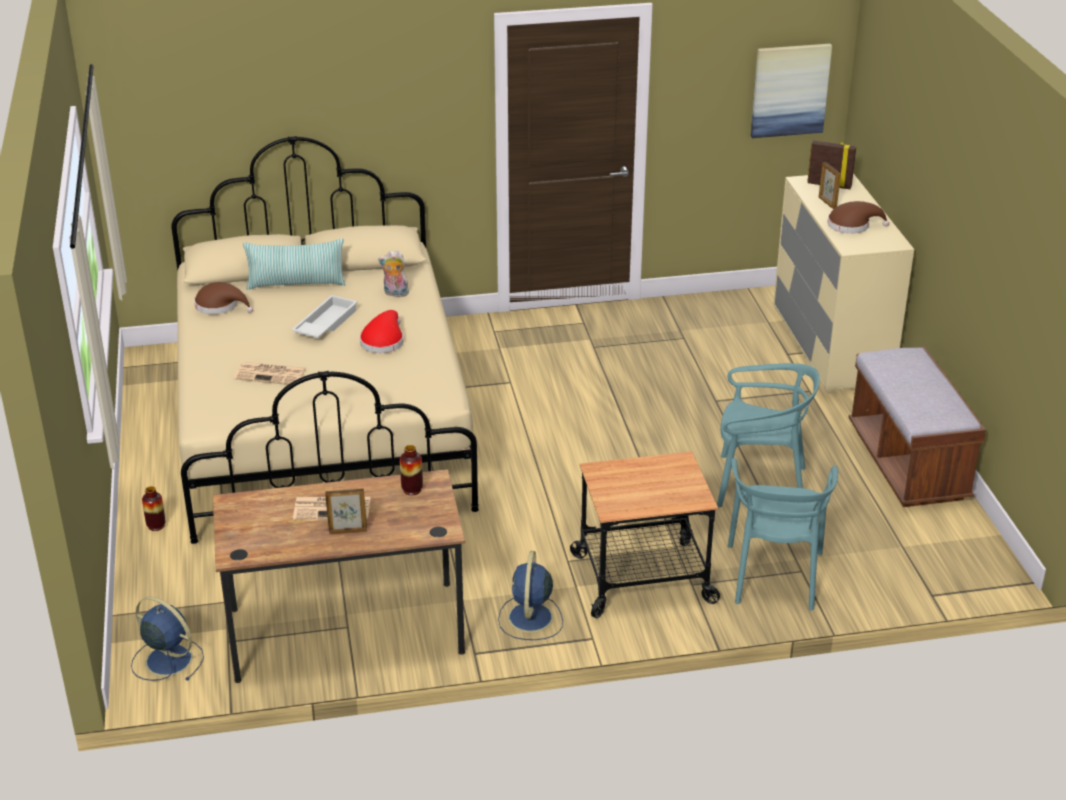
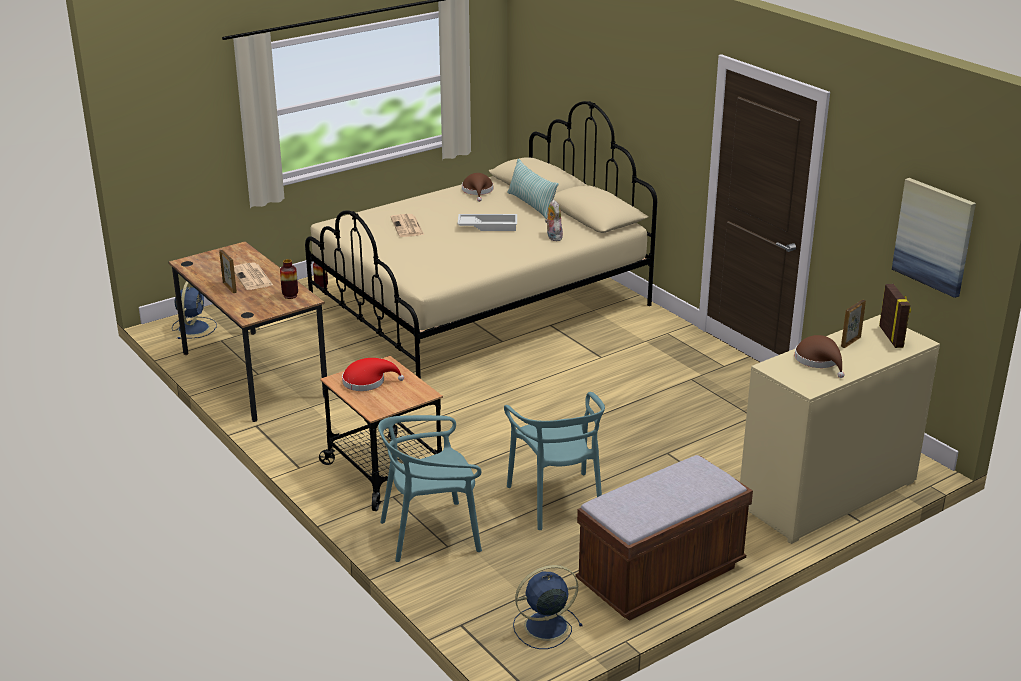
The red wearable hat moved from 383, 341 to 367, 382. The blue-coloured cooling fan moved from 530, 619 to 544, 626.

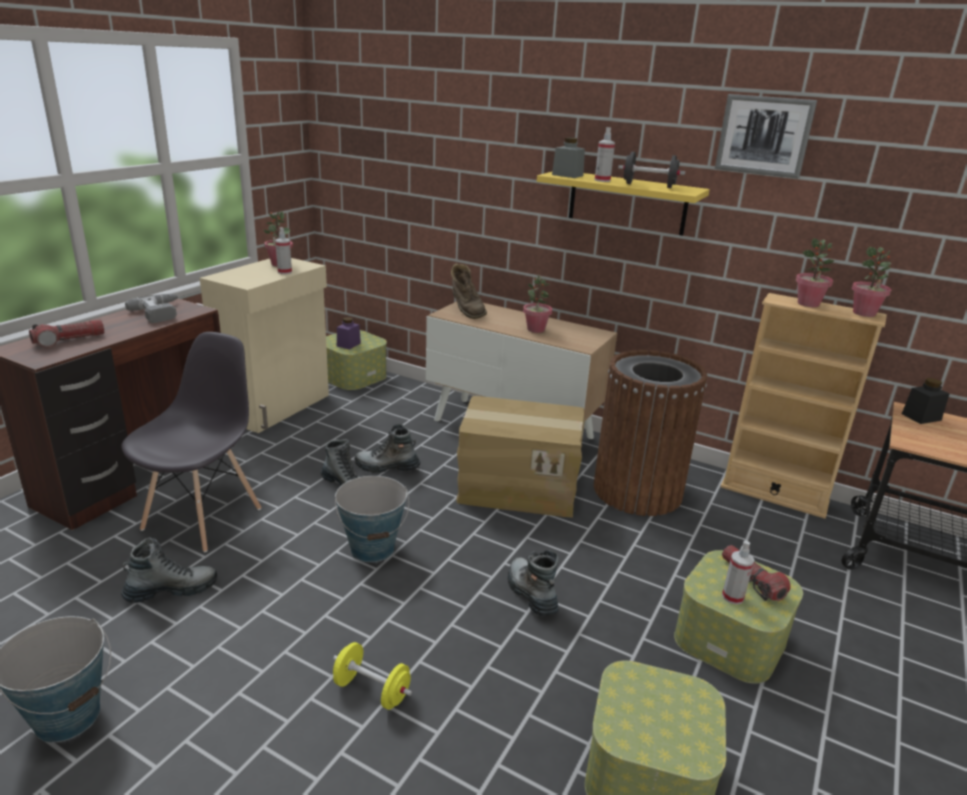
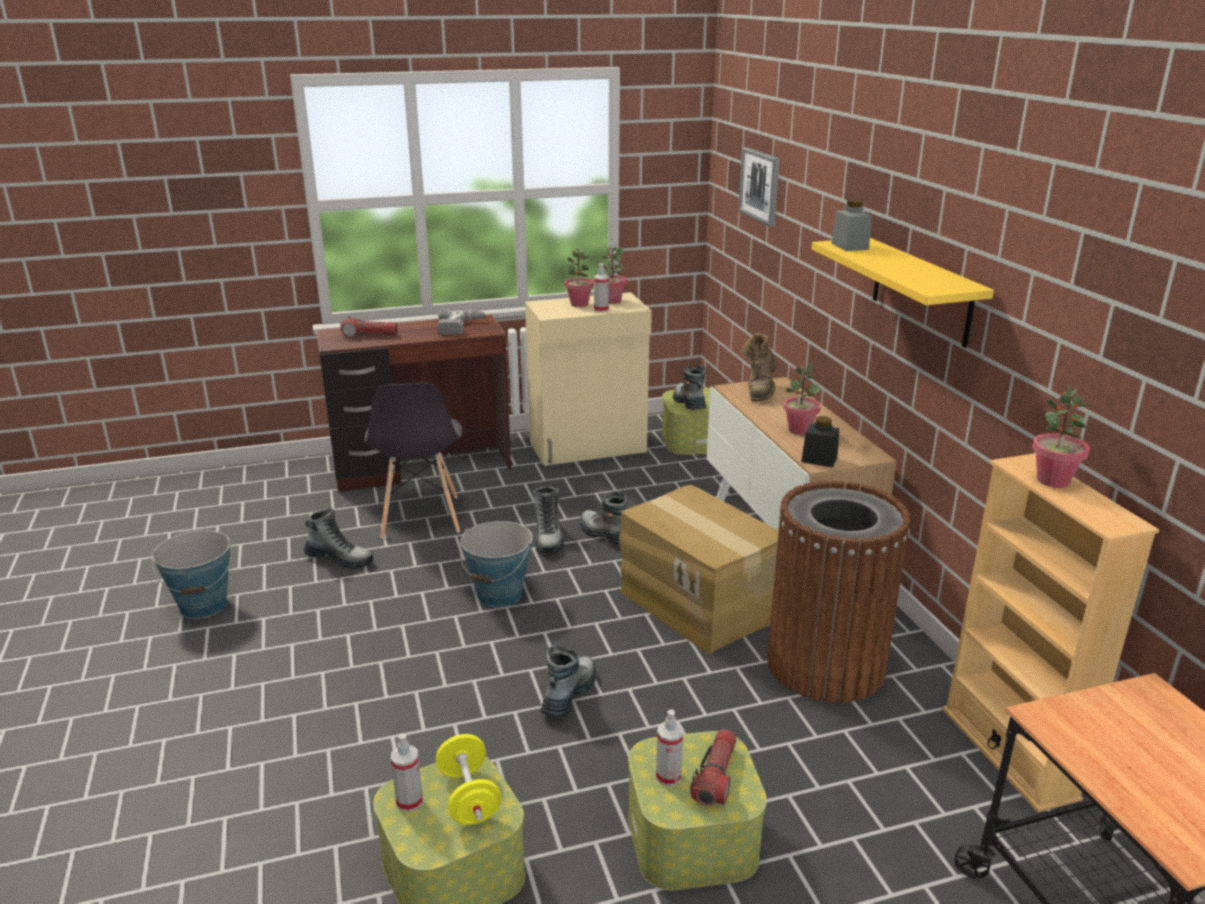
The blackish dumbbell at 649, 186 disappeared. The yellowish dumbbell moved from 372, 690 to 469, 797. The hand sprayer moved from 602, 180 to 409, 801. The wall picture moved from 764, 135 to 760, 186. The houseplant moved from 864, 313 to 579, 304. The blackish preserve jar moved from 921, 417 to 819, 459. The purple-coloured preserve jar at 348, 344 was replaced by the boot at 688, 403. The greyish upright chair at 203, 518 turned 105 degrees clockwise.

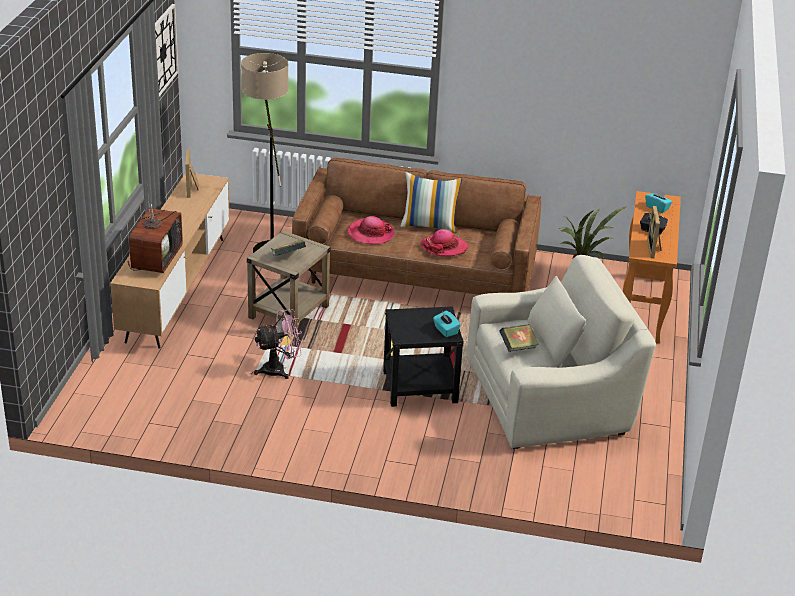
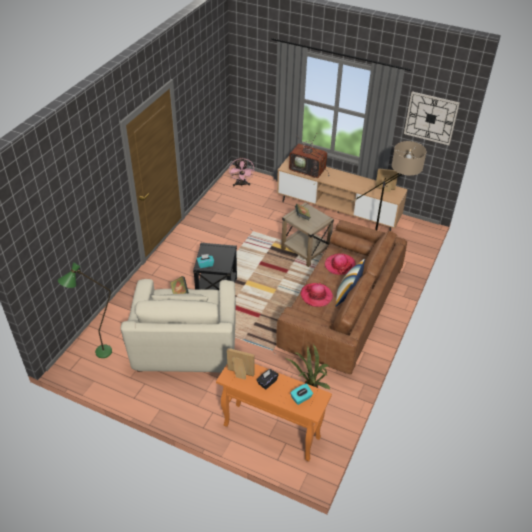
The green floor lamp at 98, 355 appeared. The pink-coloured cooling fan moved from 279, 369 to 241, 184.

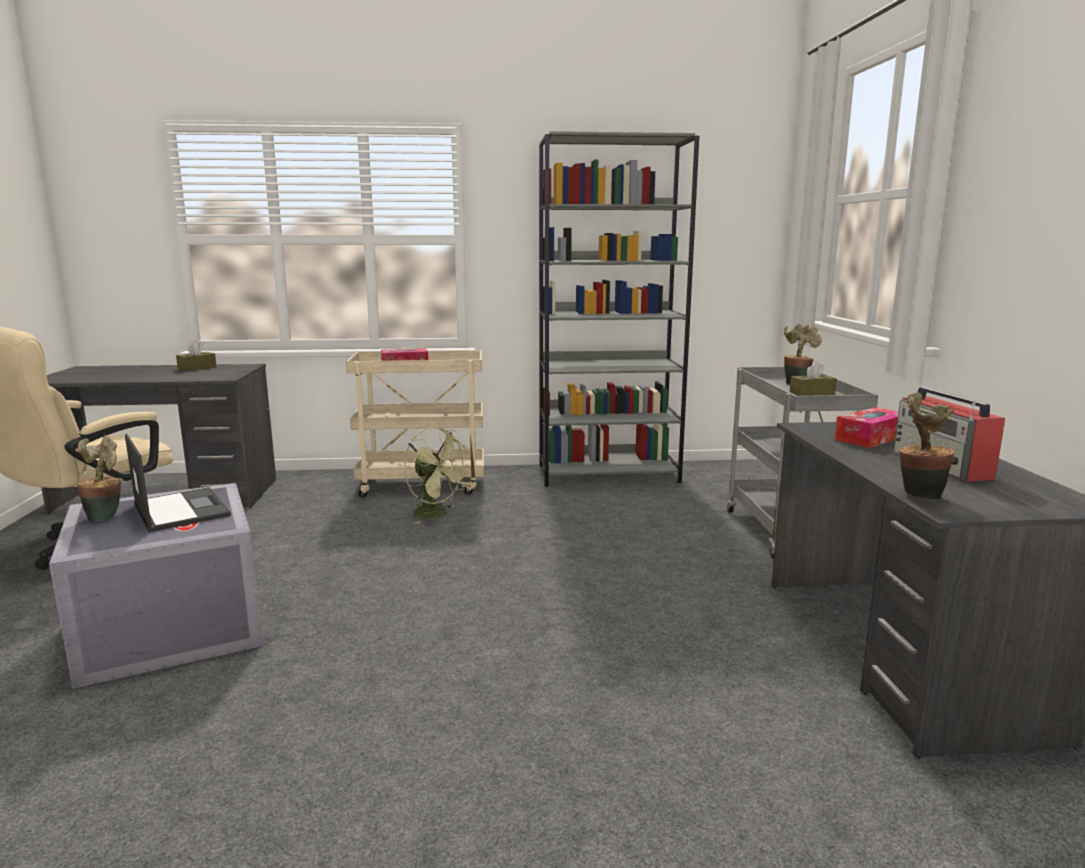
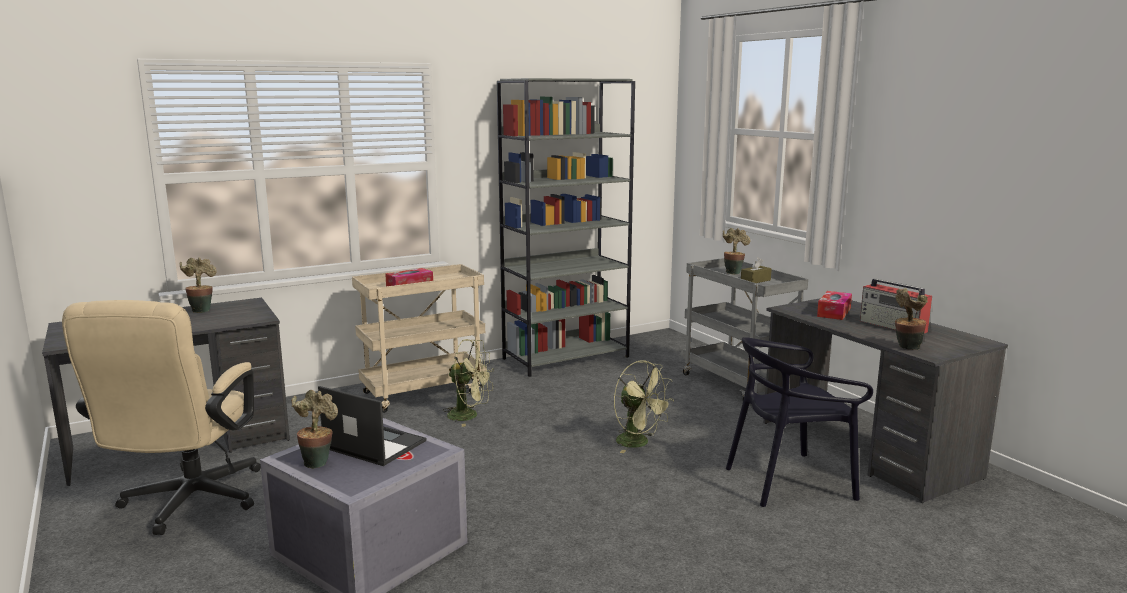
The green cooling fan at 639, 443 appeared. The blackish upright chair at 789, 481 appeared. The brownish tissue box at 197, 368 was replaced by the houseplant at 201, 310.

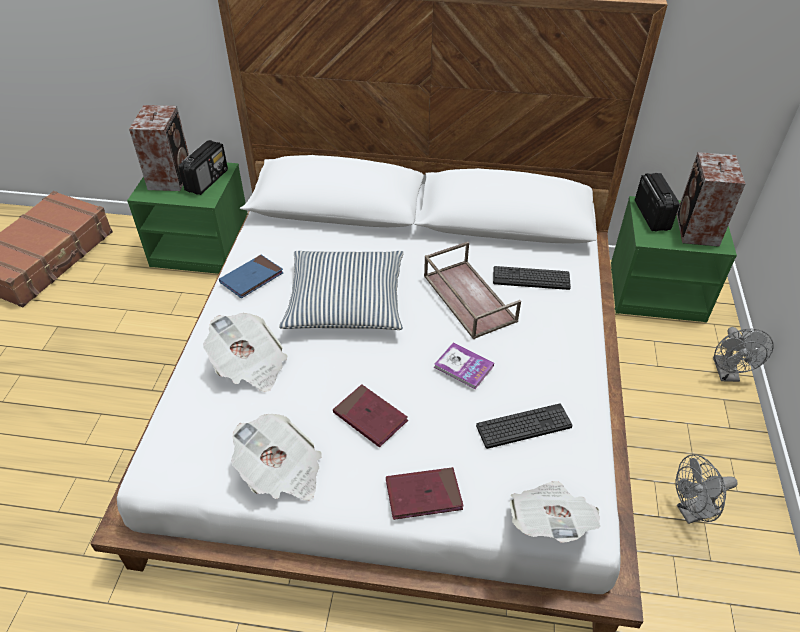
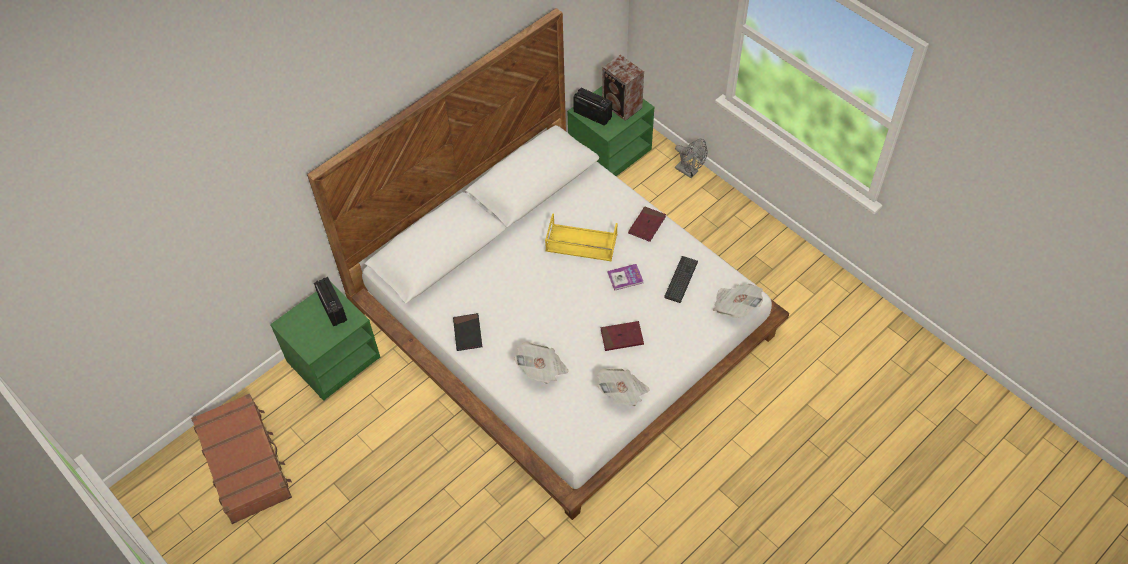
The audio speaker at 171, 176 disappeared. The cushion at 345, 301 disappeared. The PC keyboard at 531, 278 disappeared. The greyish cooling fan at 692, 512 disappeared. The red book moved from 423, 495 to 647, 225. The blue-coloured book at 252, 278 became the blackish book at 467, 333. The brownish carrying tray at 467, 298 became the yellowish carrying tray at 580, 243.

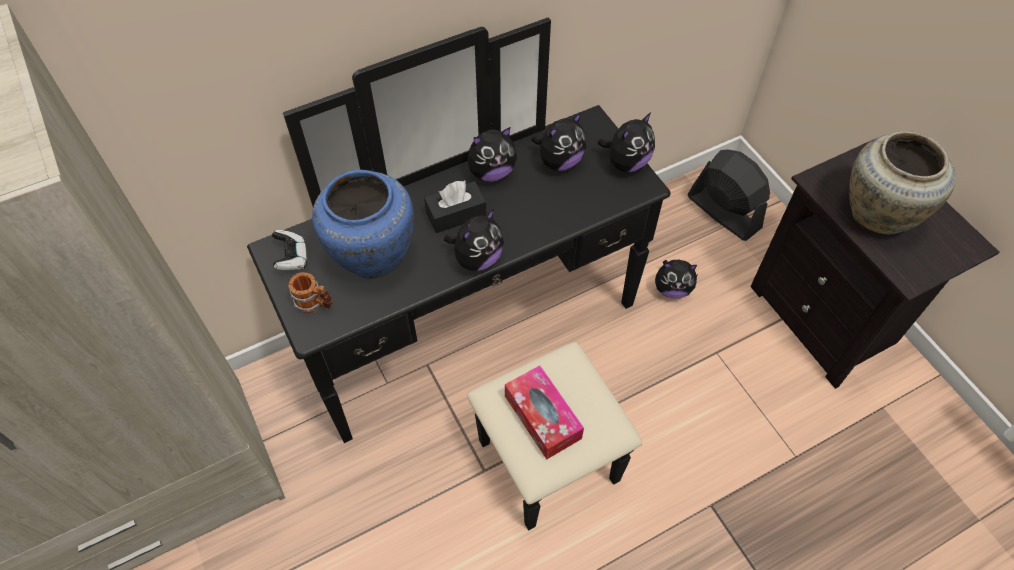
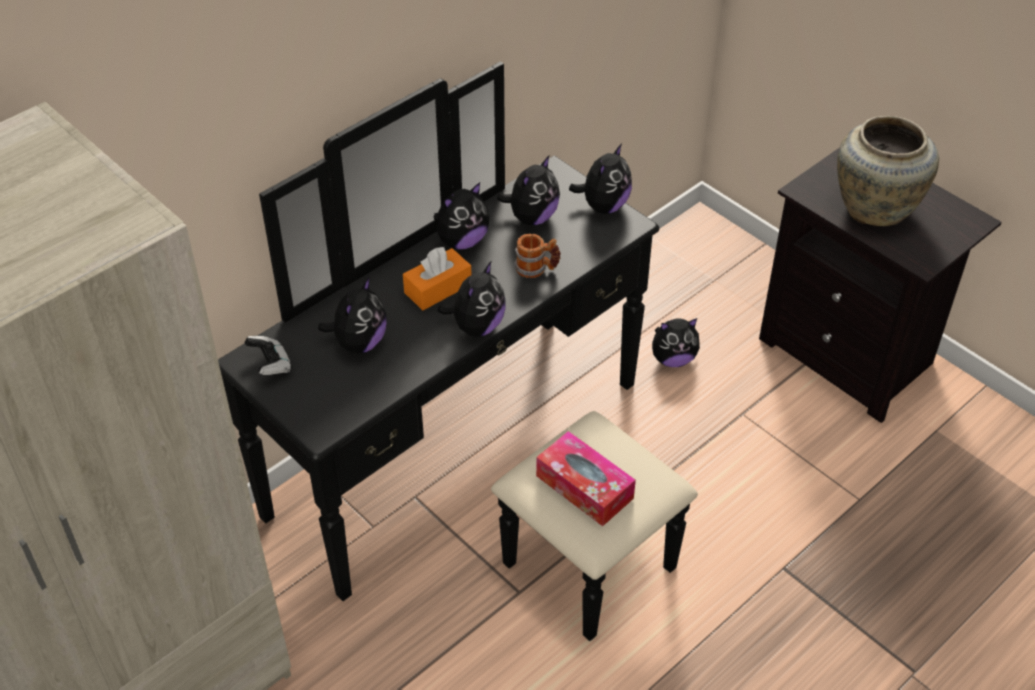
The blackish cooling fan at 723, 212 disappeared. The mug moved from 315, 304 to 537, 269. The blue-coloured decorative vase at 372, 252 was replaced by the soft toy at 359, 343. The blackish tissue box at 456, 214 became the orange-coloured tissue box at 438, 288.

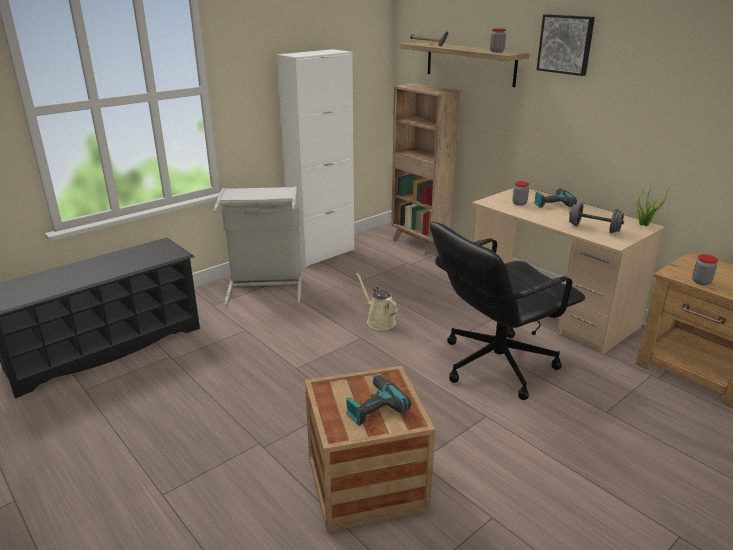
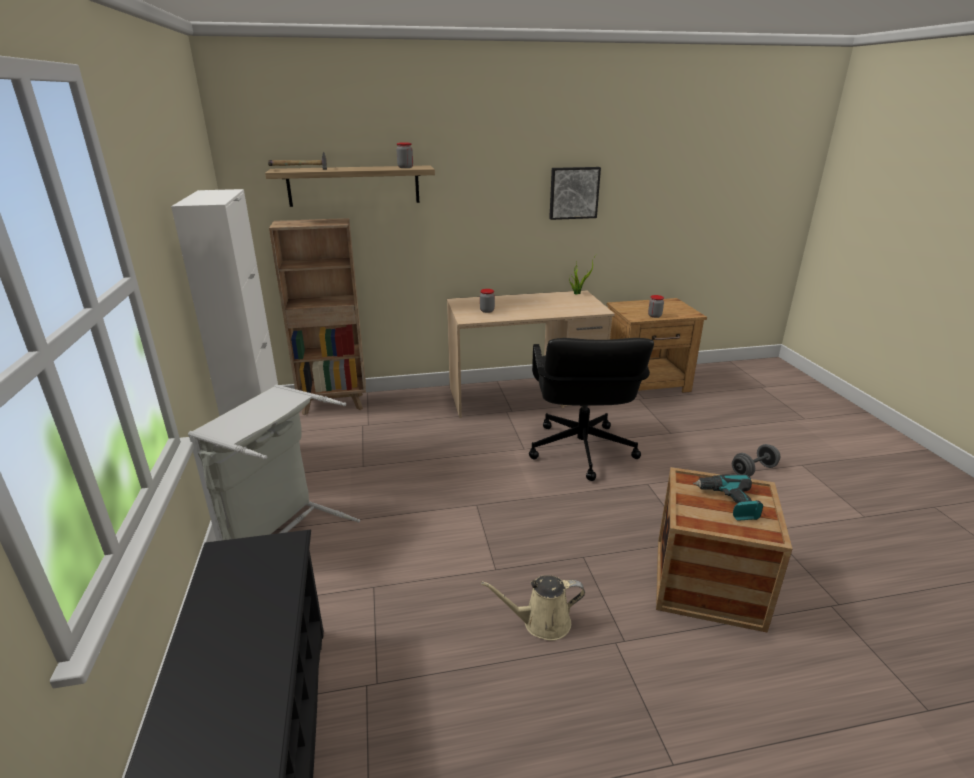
The power drill at 552, 203 disappeared. The sand-coloured watering can moved from 379, 321 to 541, 622. The wall picture moved from 566, 44 to 573, 193. The greyish dumbbell moved from 594, 229 to 753, 470.

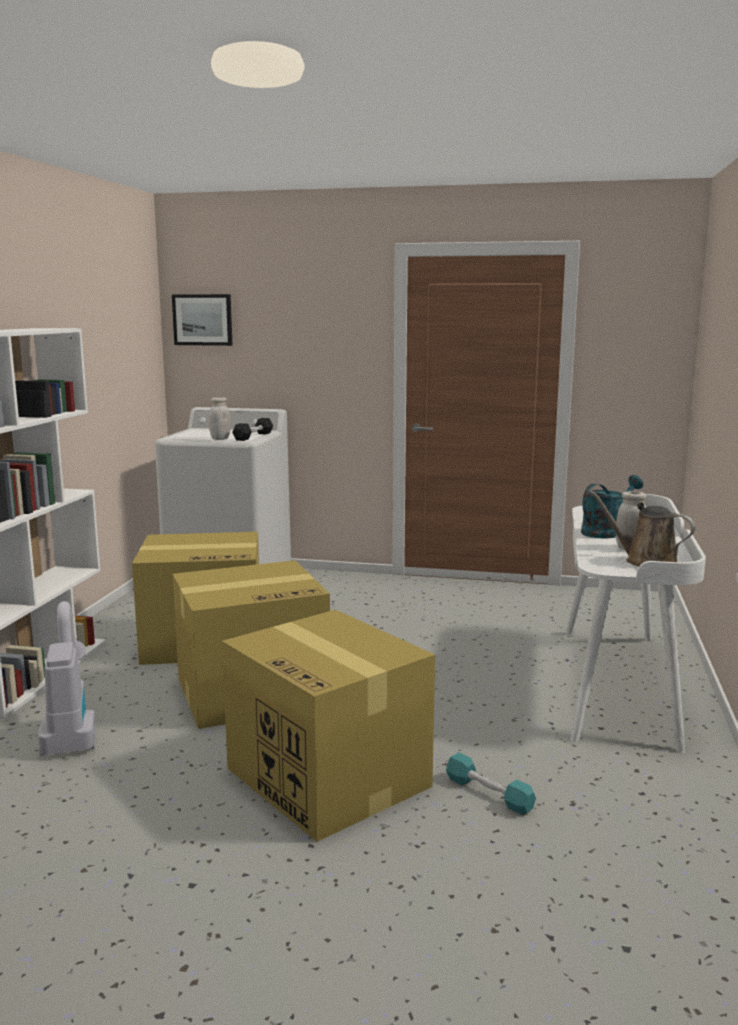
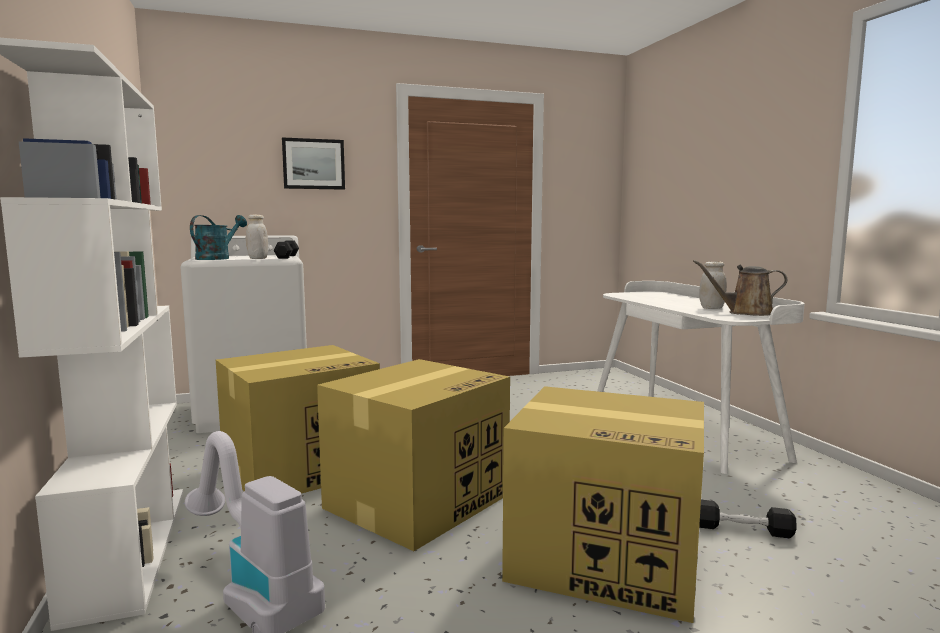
The wall picture moved from 202, 319 to 313, 164. The blue-green watering can moved from 605, 531 to 217, 258. The blue-green dumbbell at 488, 794 became the blackish dumbbell at 742, 529.

